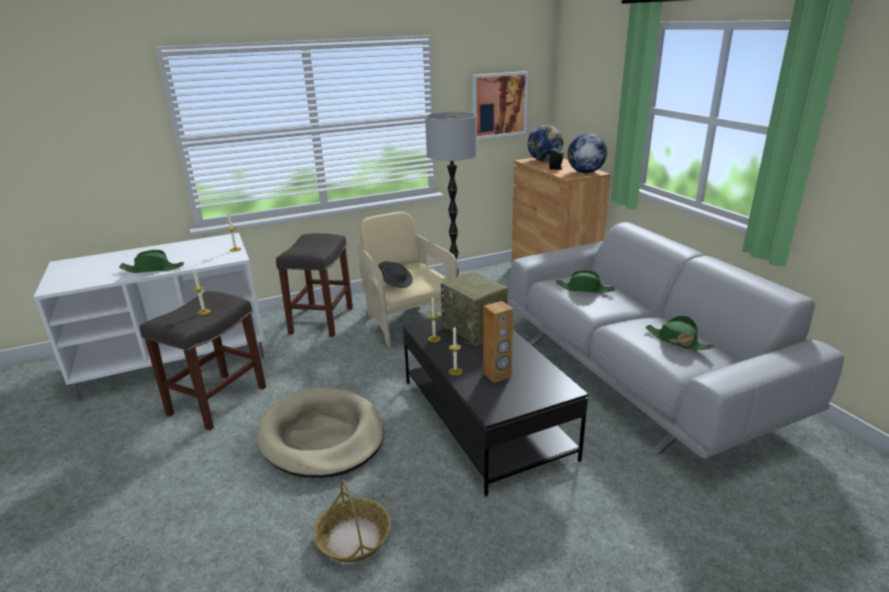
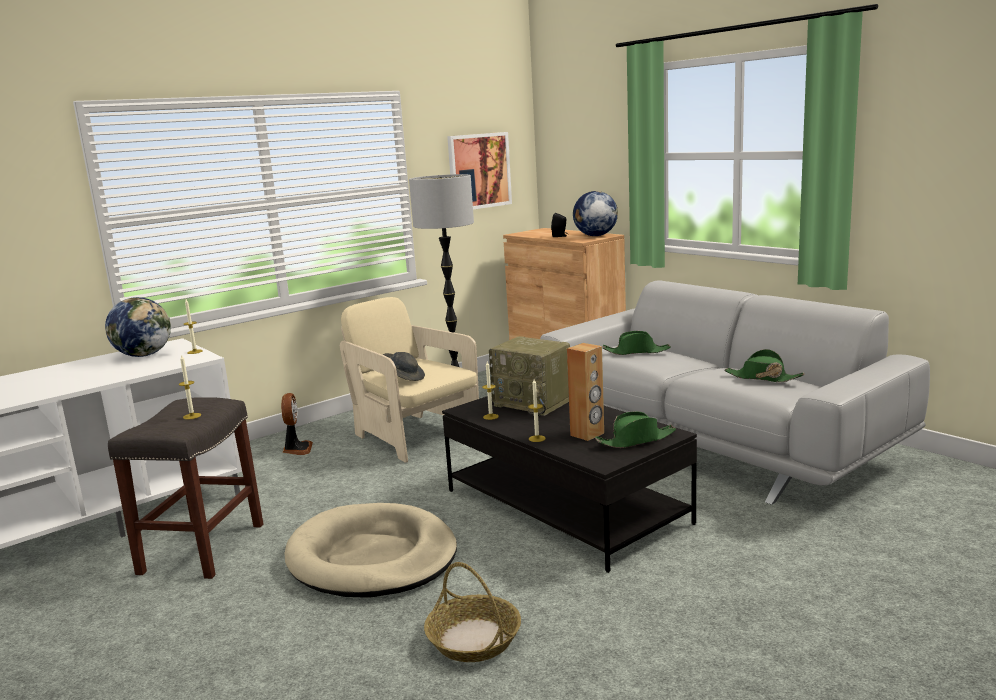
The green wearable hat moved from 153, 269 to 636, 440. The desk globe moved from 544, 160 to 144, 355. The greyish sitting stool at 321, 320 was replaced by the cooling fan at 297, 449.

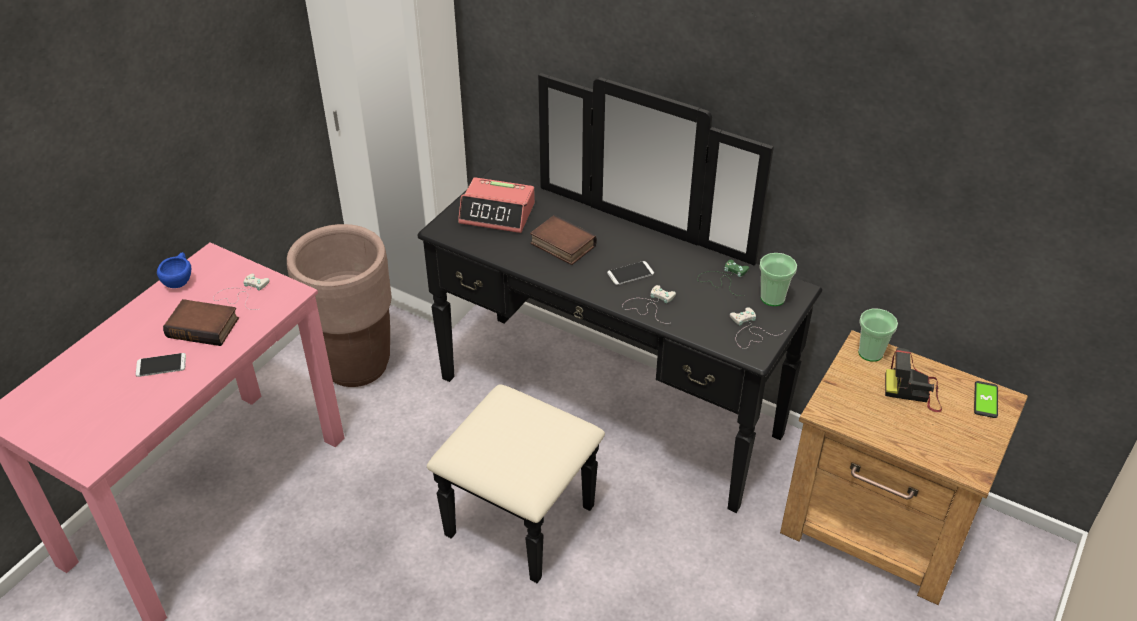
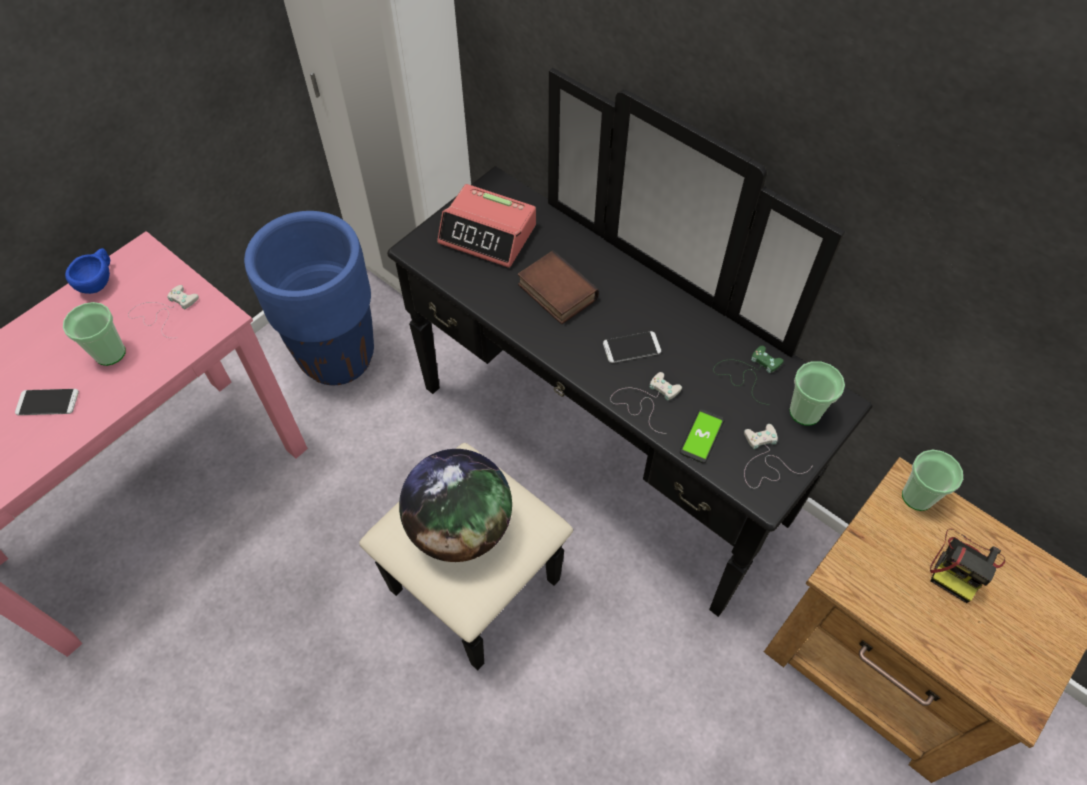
The desk globe at 460, 527 appeared. The phone moved from 985, 400 to 702, 436. The book at 204, 326 was replaced by the drinking cup at 110, 353. The brownish flower pot at 356, 365 became the blue-coloured flower pot at 338, 357. The still camera at 913, 391 turned 75 degrees counterclockwise.

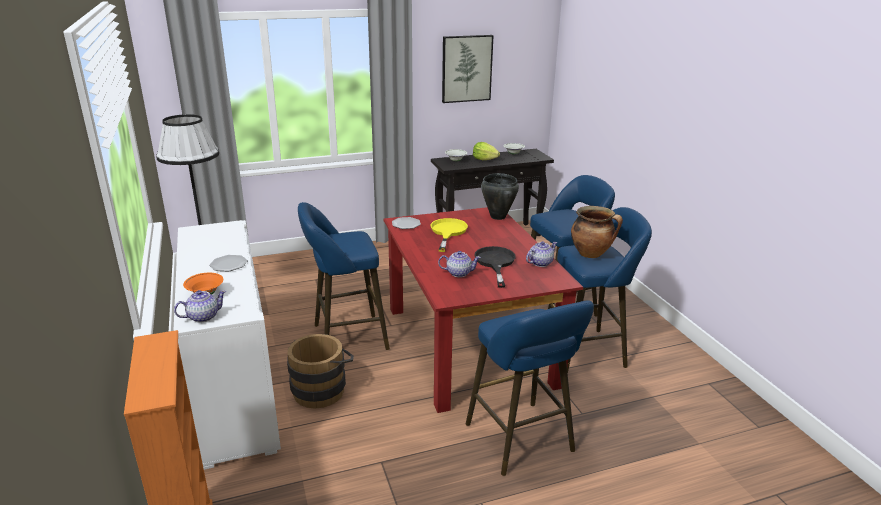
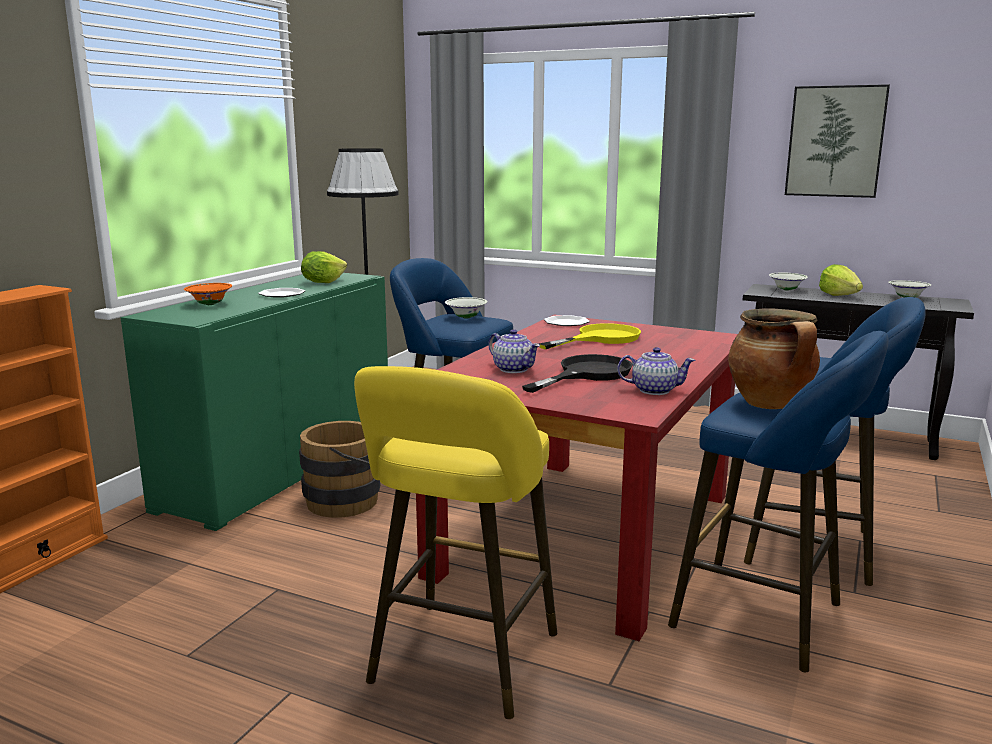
The pot for tea at 203, 317 disappeared. The blackish cooking pot at 497, 217 disappeared. The lettuce at 323, 282 appeared. The white deep dish at 466, 317 appeared. The white cabinet at 235, 389 became the green cabinet at 282, 468. The blue-coloured sitting stool at 522, 441 became the yellowish sitting stool at 461, 664.

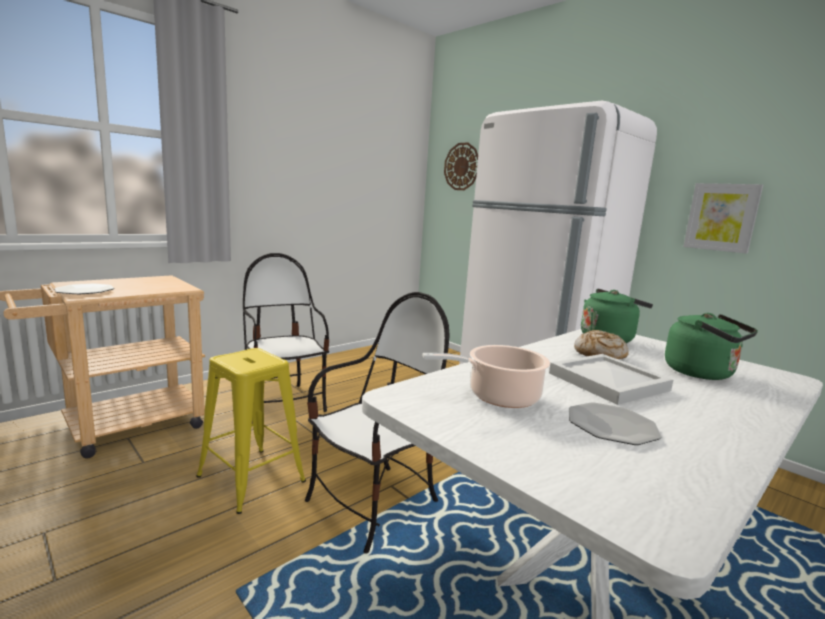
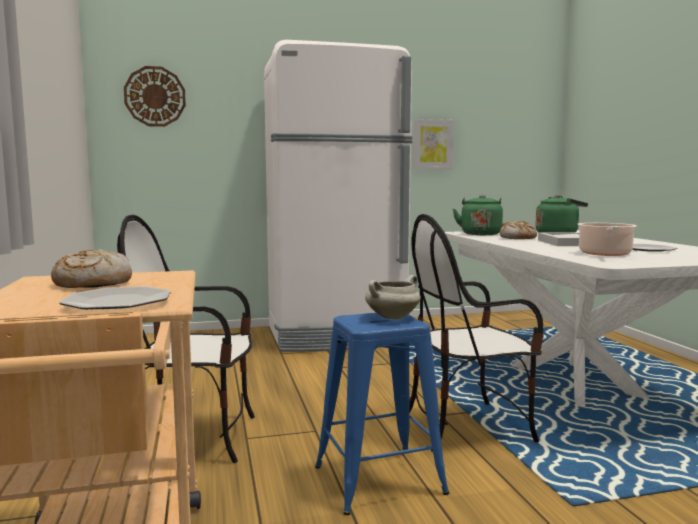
The baked bread at 92, 284 appeared. The white cooking pot at 392, 317 appeared. The yellowish sitting stool at 251, 478 became the blue-coloured sitting stool at 379, 480. The upright chair at 373, 505 turned 90 degrees counterclockwise.

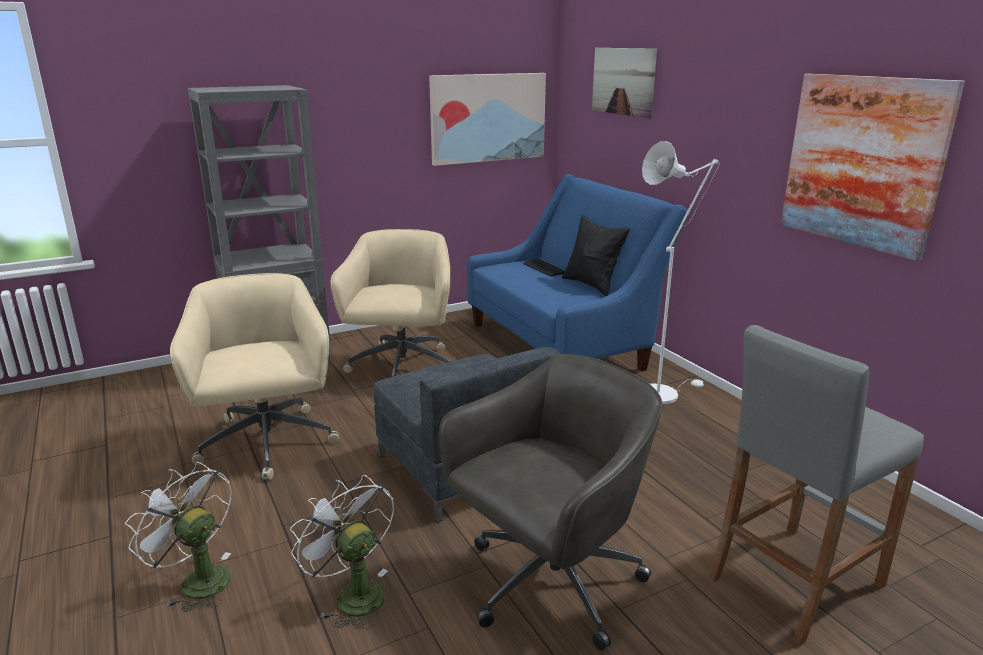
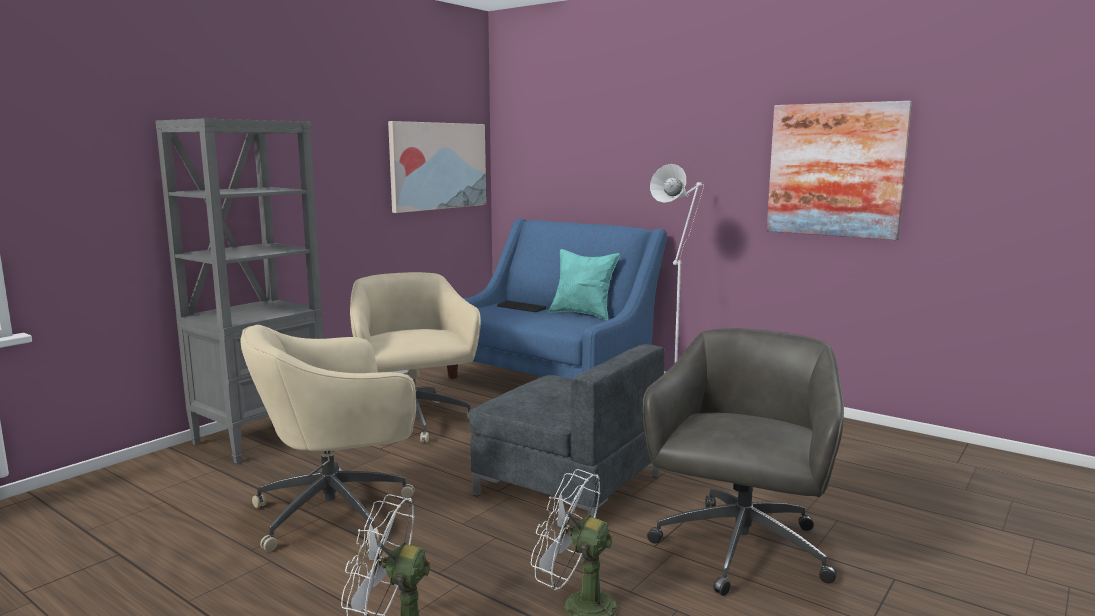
The wall picture at 623, 81 disappeared. The greyish sitting stool at 794, 582 disappeared. The blackish cushion at 592, 285 became the blue-green cushion at 583, 314. The sand-coloured desk chair at 267, 445 turned 75 degrees counterclockwise.

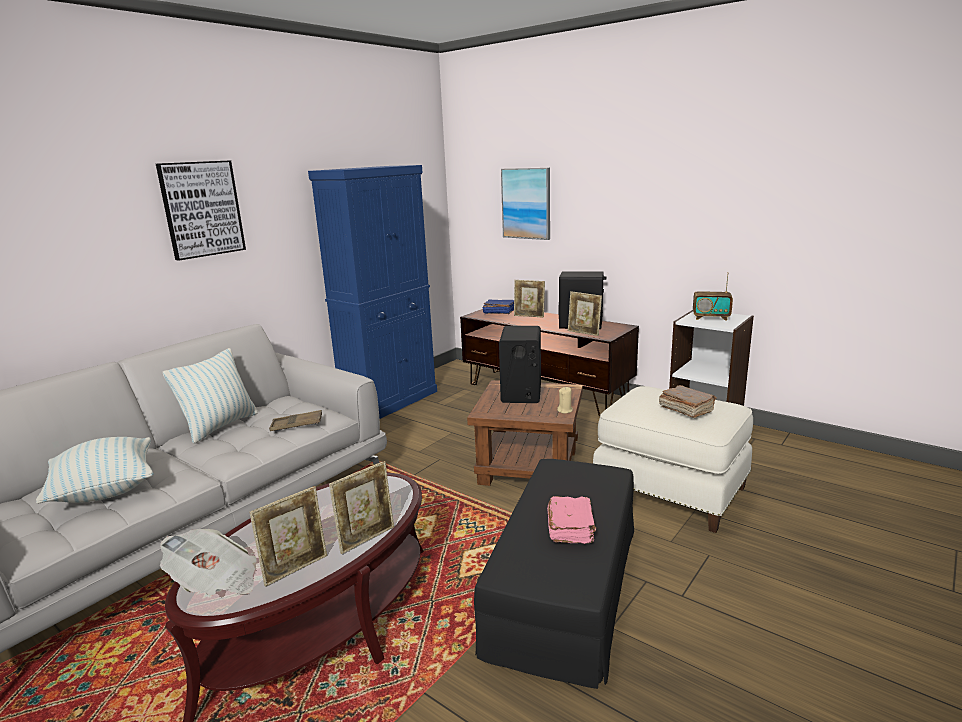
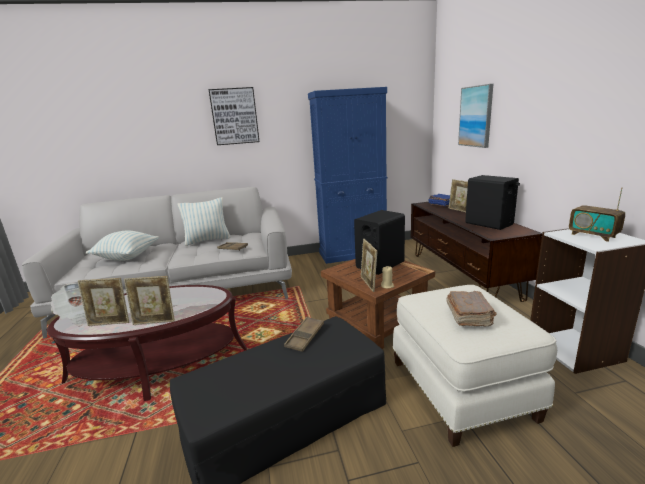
The pink-coloured book at 571, 529 disappeared. The brownish carrying tray at 305, 337 appeared. The photo frame moved from 584, 333 to 368, 284.

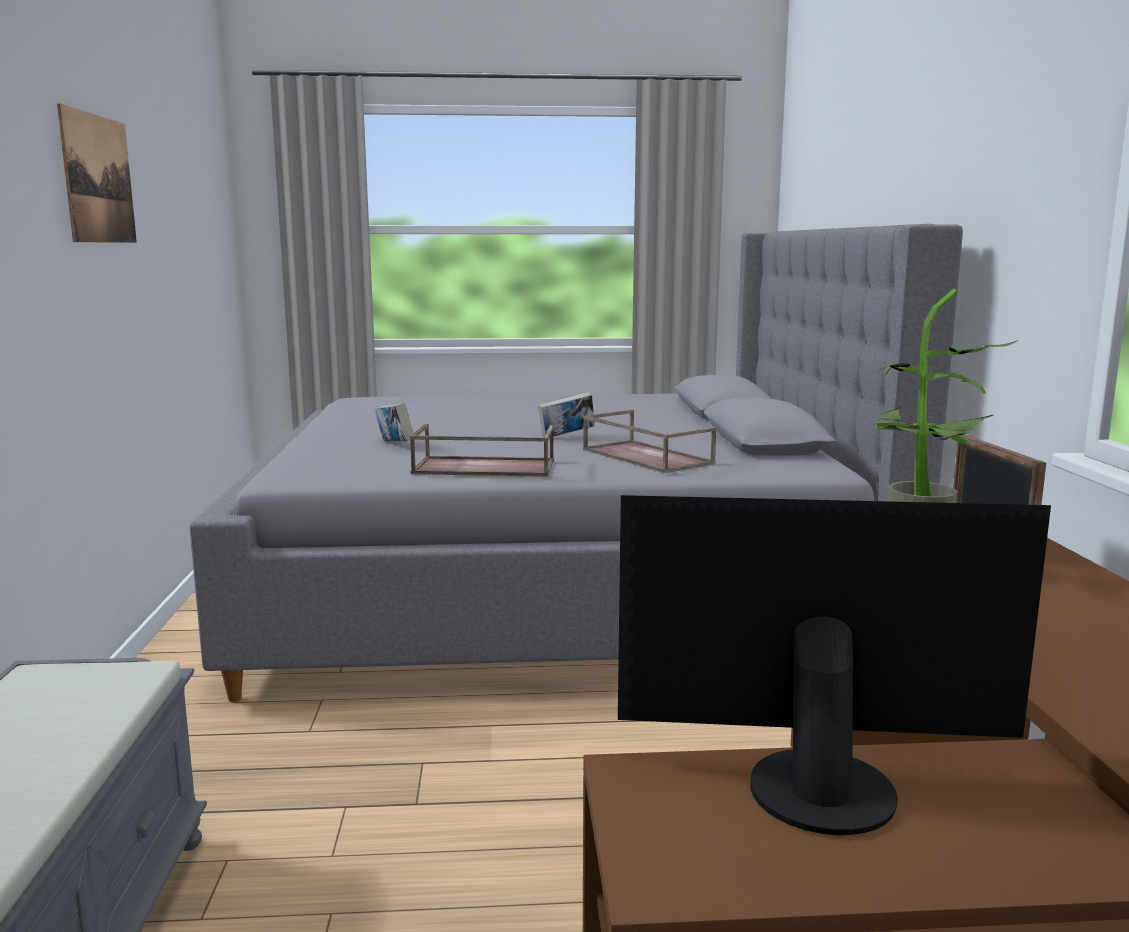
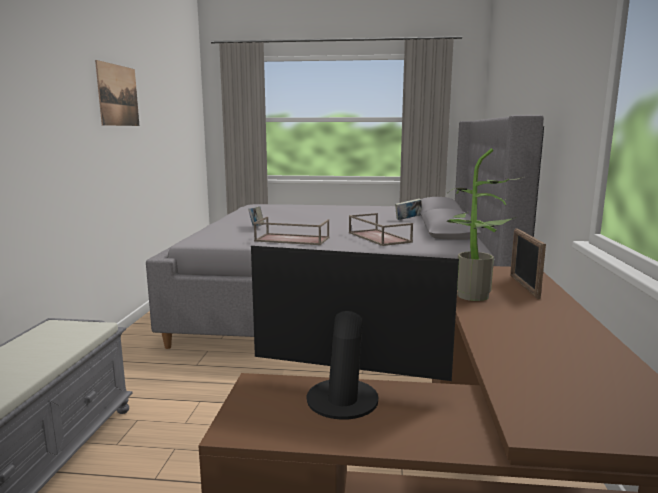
The book moved from 566, 437 to 408, 219.

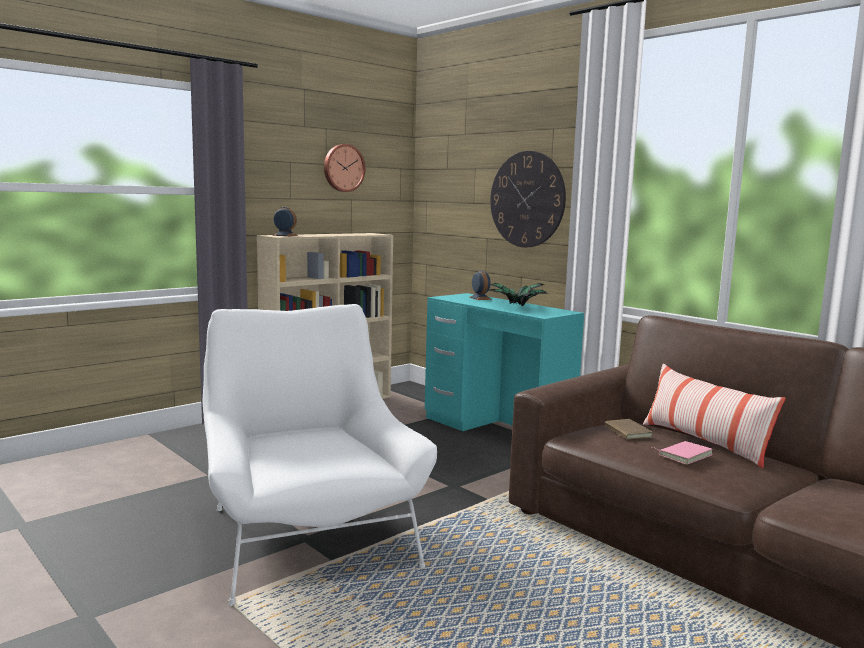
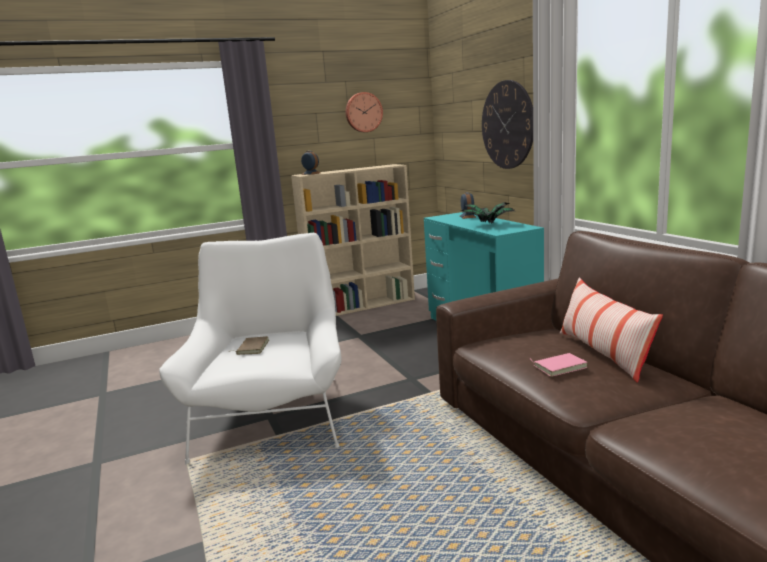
The brownish book moved from 626, 432 to 252, 348.

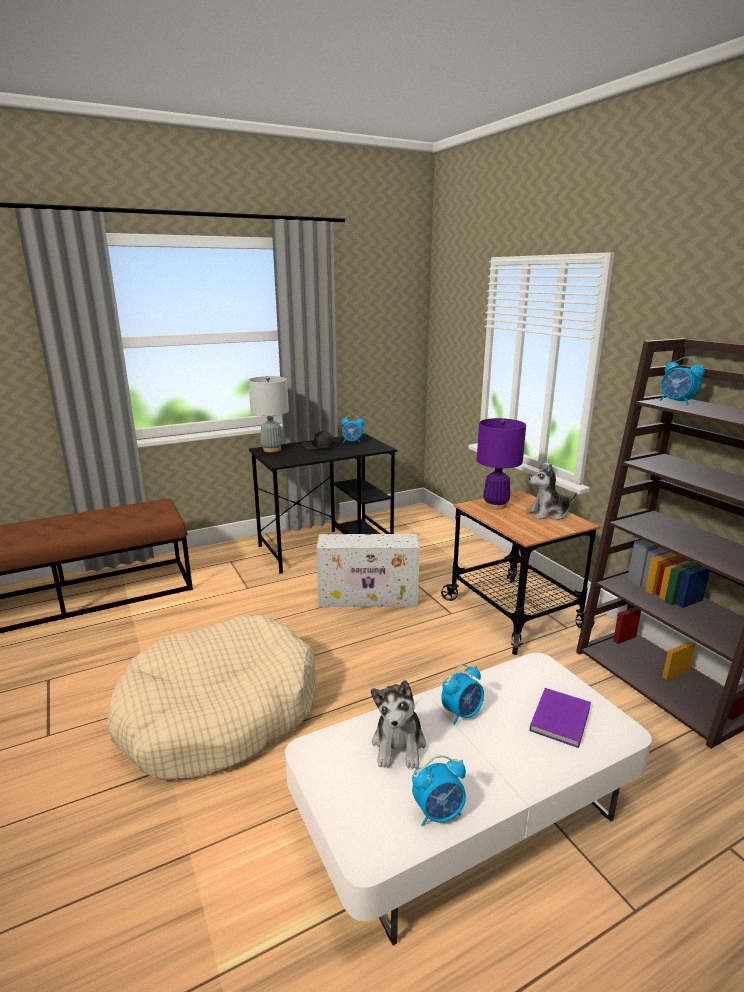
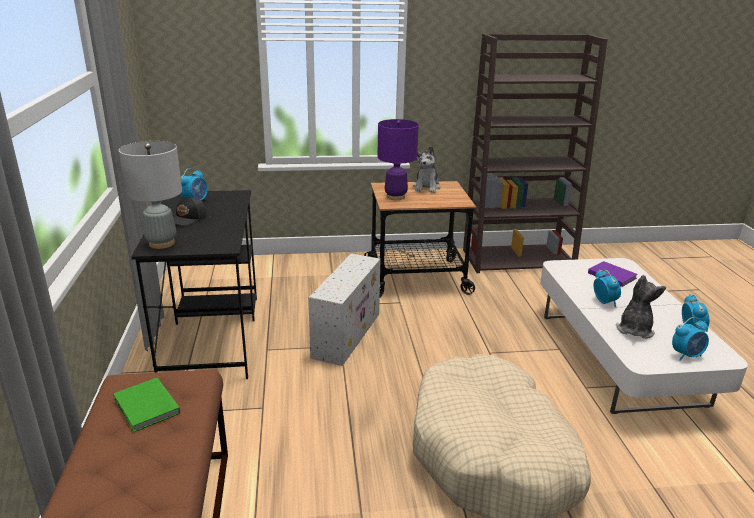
The green book at 146, 407 appeared. The alarm clock moved from 676, 402 to 686, 355. The soft toy at 399, 745 turned 90 degrees counterclockwise.

